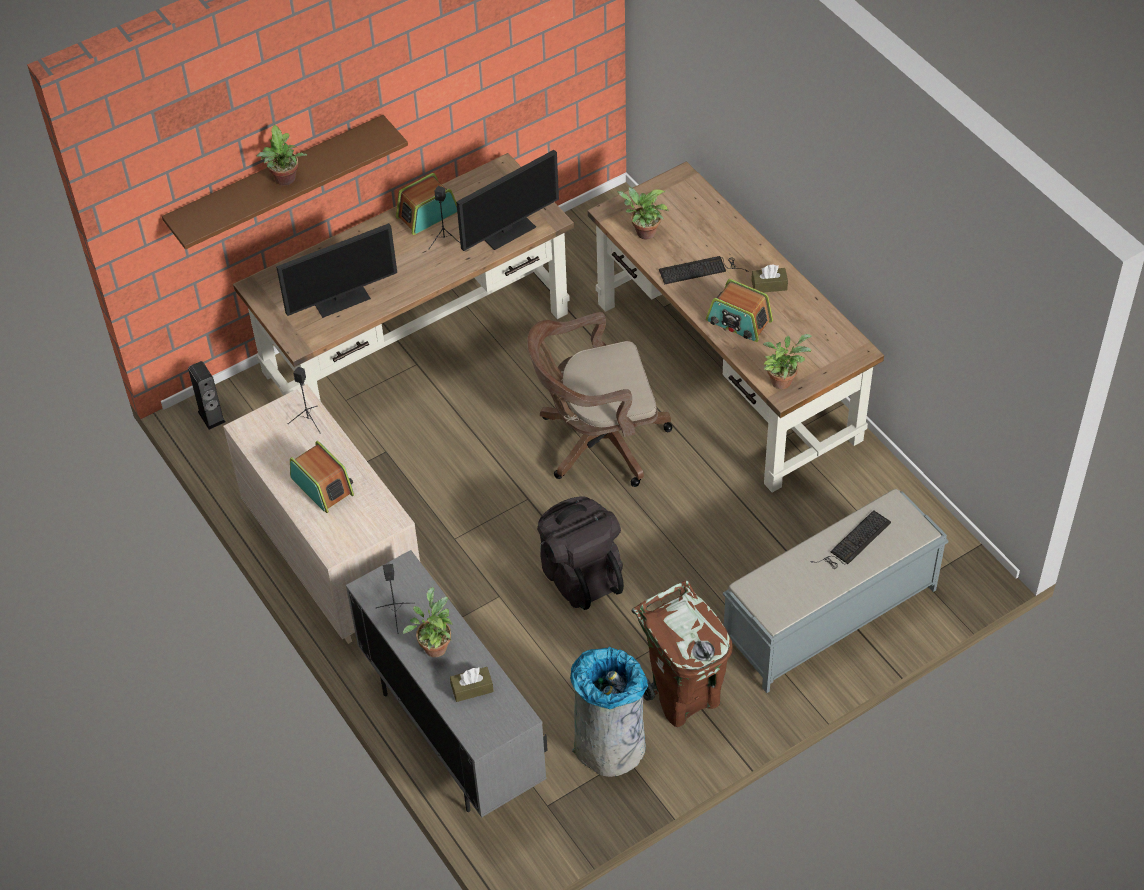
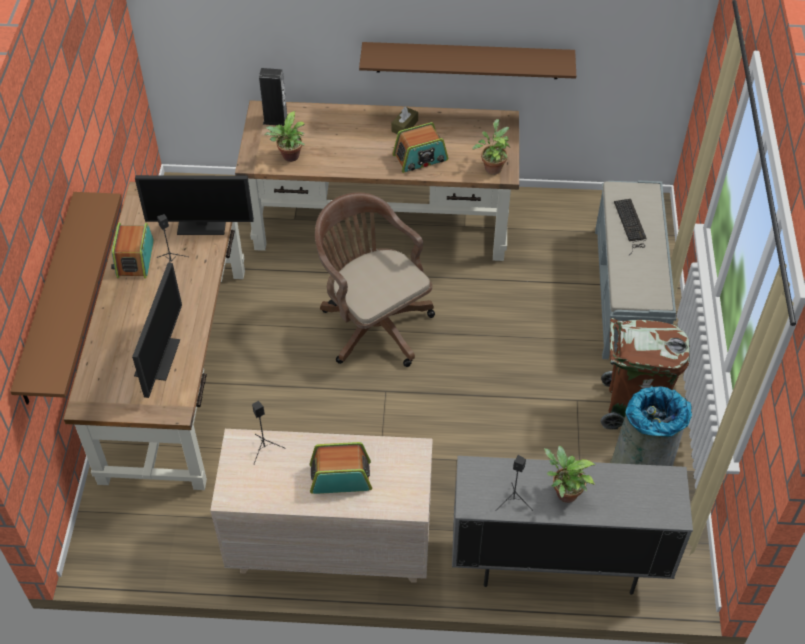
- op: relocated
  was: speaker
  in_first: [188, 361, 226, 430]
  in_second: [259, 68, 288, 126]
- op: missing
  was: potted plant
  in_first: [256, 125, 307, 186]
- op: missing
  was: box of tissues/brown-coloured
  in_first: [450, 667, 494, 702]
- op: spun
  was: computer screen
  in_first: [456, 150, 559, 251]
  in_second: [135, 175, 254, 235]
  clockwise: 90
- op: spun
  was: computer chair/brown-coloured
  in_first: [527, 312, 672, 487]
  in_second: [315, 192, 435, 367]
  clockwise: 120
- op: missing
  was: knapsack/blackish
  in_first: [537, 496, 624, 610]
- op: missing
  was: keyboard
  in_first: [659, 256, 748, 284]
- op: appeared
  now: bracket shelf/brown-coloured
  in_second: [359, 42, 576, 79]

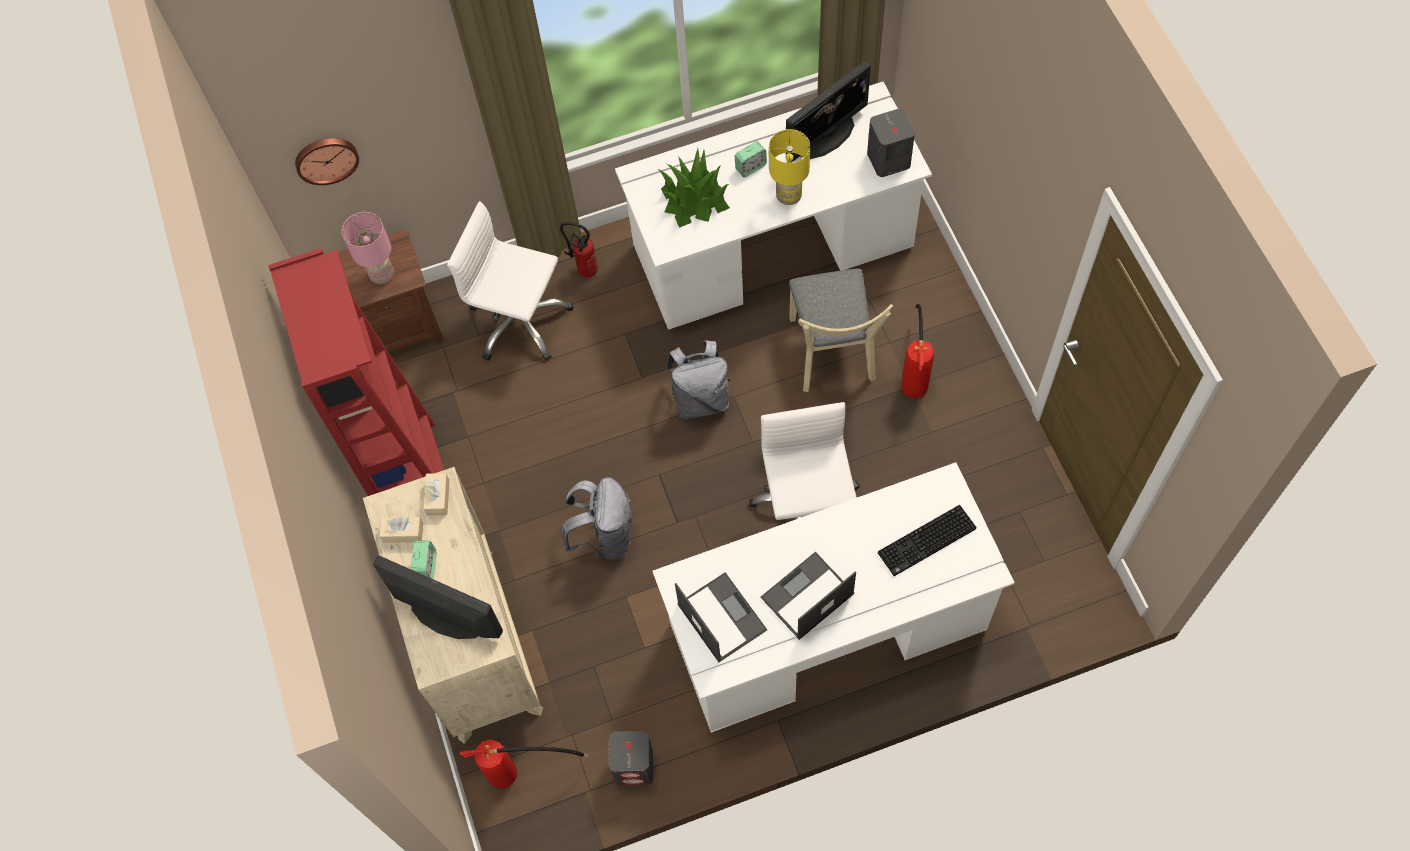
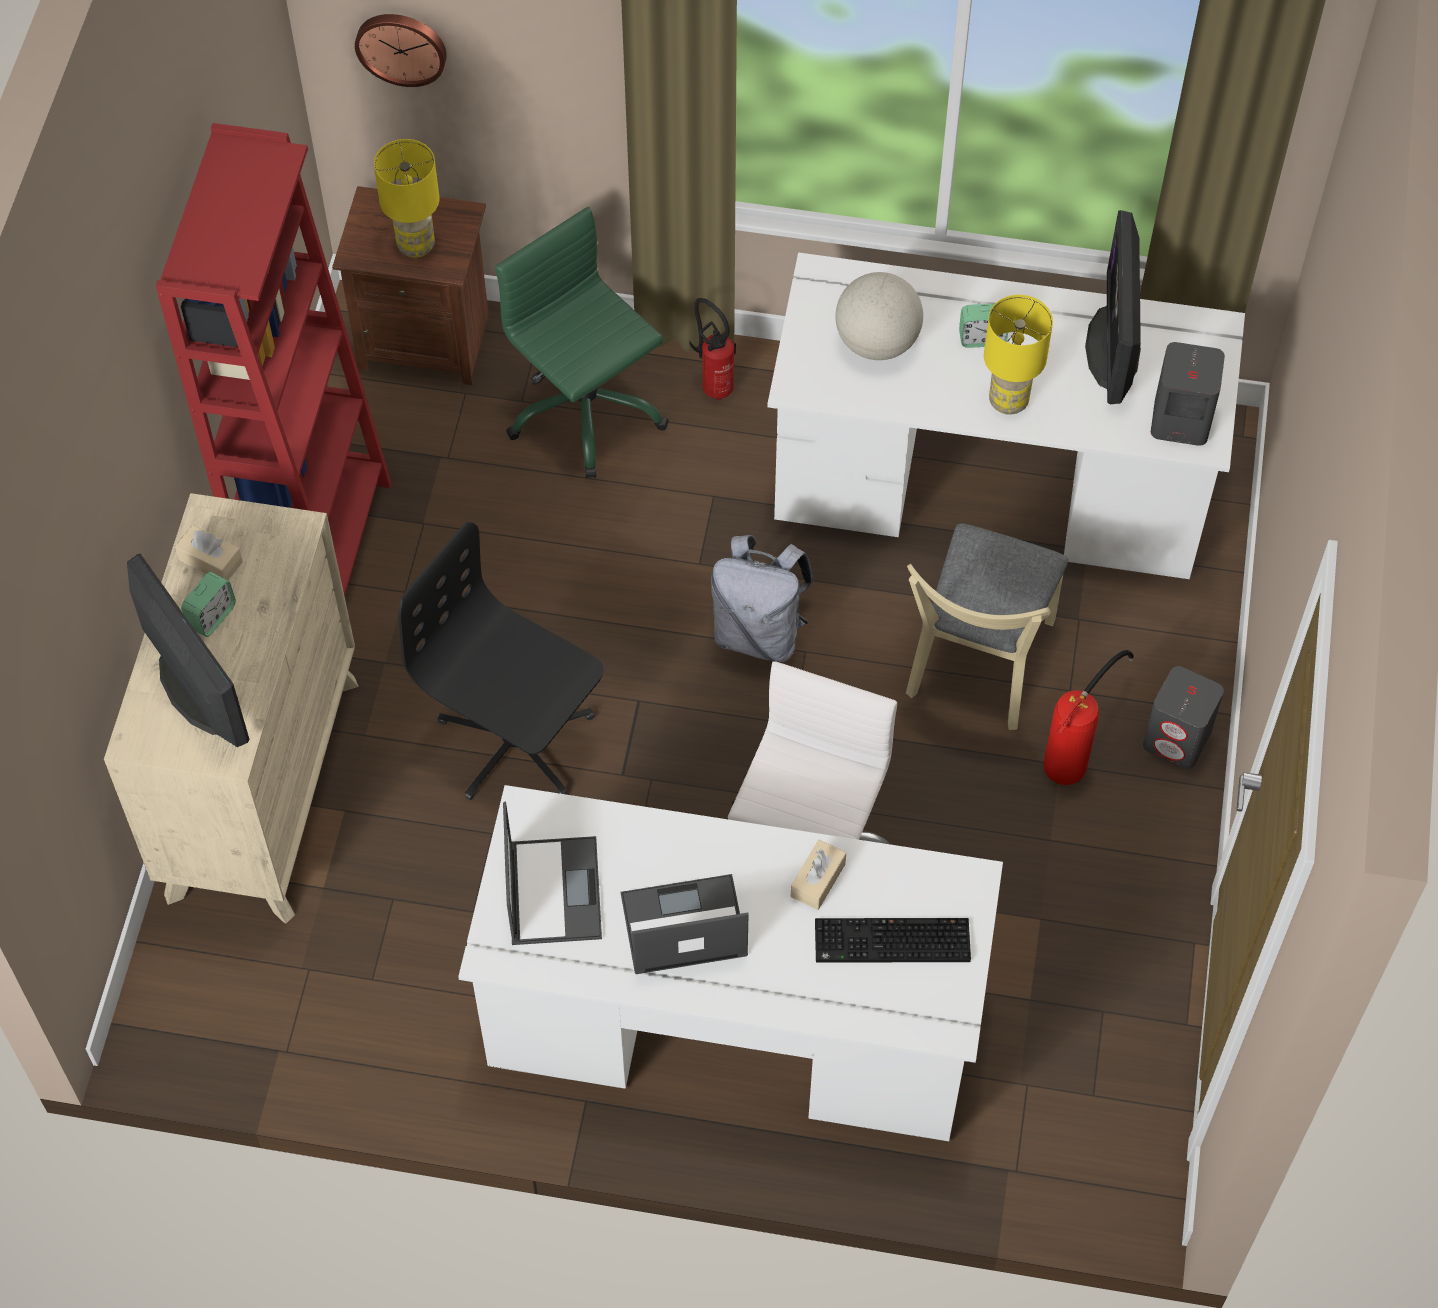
- op: colour
  was: lamp for a table/pinkish
  now: lamp for a table/yellow-coloured
  in_first: [342, 212, 394, 284]
  in_second: [374, 139, 440, 258]
- op: relocated
  was: box of tissues/beige
  in_first: [424, 473, 449, 516]
  in_second: [791, 839, 846, 910]
- op: colour
  was: computer chair/white-coloured
  now: computer chair/green-coloured
  in_first: [447, 201, 574, 361]
  in_second: [495, 207, 669, 478]
- op: missing
  was: extinguisher
  in_first: [460, 740, 588, 788]
- op: exchanged
  was: knapsack/gray
  now: computer chair/blackish
  in_first: [562, 477, 632, 560]
  in_second: [398, 522, 603, 800]
- op: relocated
  was: speaker/gray
  in_first: [609, 731, 653, 785]
  in_second: [1143, 666, 1224, 769]
- op: exchanged
  was: potted plant
  now: desk globe
  in_first: [658, 149, 730, 228]
  in_second: [835, 272, 923, 360]
- op: spun
  was: computer screen
  in_first: [786, 61, 871, 162]
  in_second: [1085, 210, 1141, 404]
  clockwise: 105

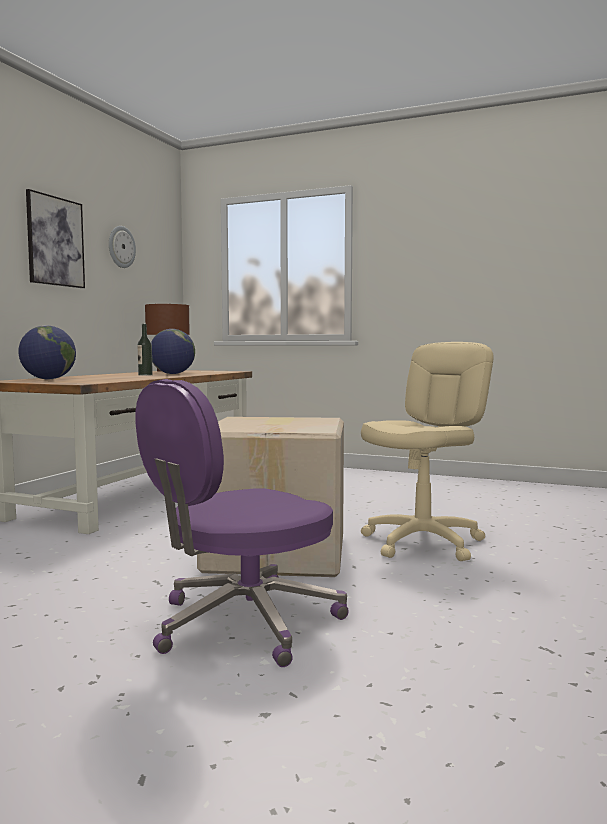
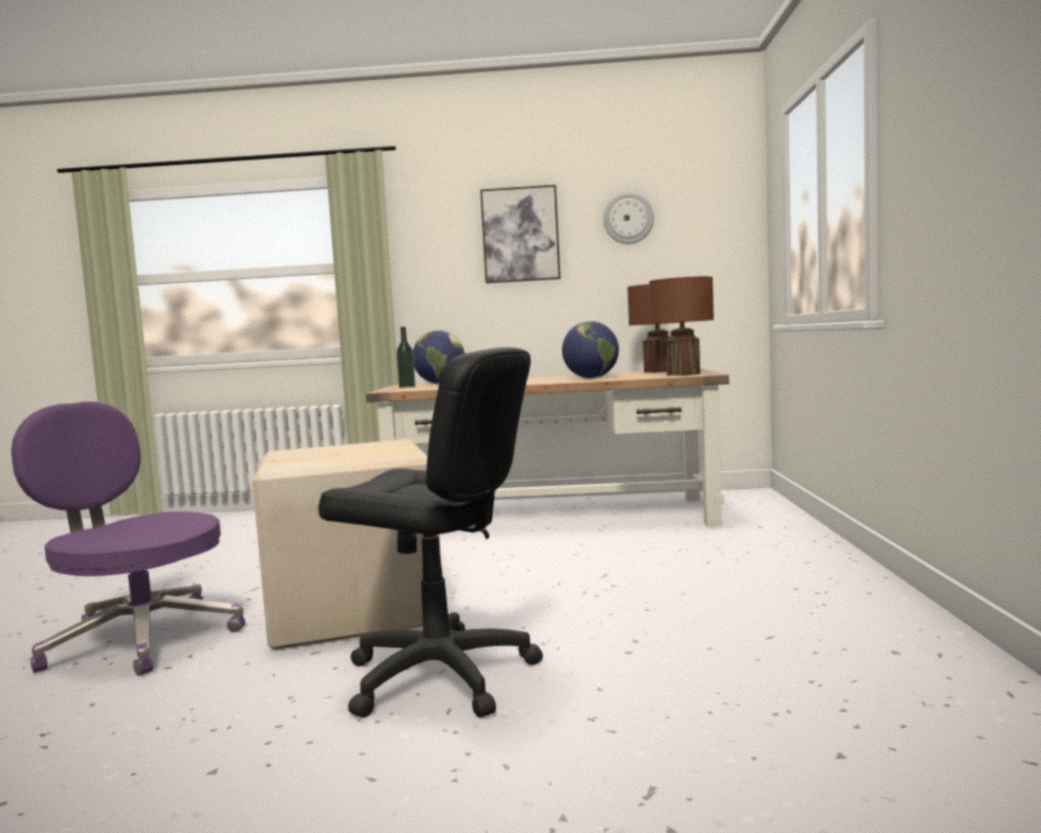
- op: relocated
  was: bottle
  in_first: [138, 324, 153, 376]
  in_second: [396, 327, 416, 388]
- op: colour
  was: computer chair/beige
  now: computer chair/blackish
  in_first: [361, 342, 494, 561]
  in_second: [318, 347, 543, 717]
- op: appeared
  now: lamp for a table/brown-coloured
  in_second: [649, 276, 714, 376]

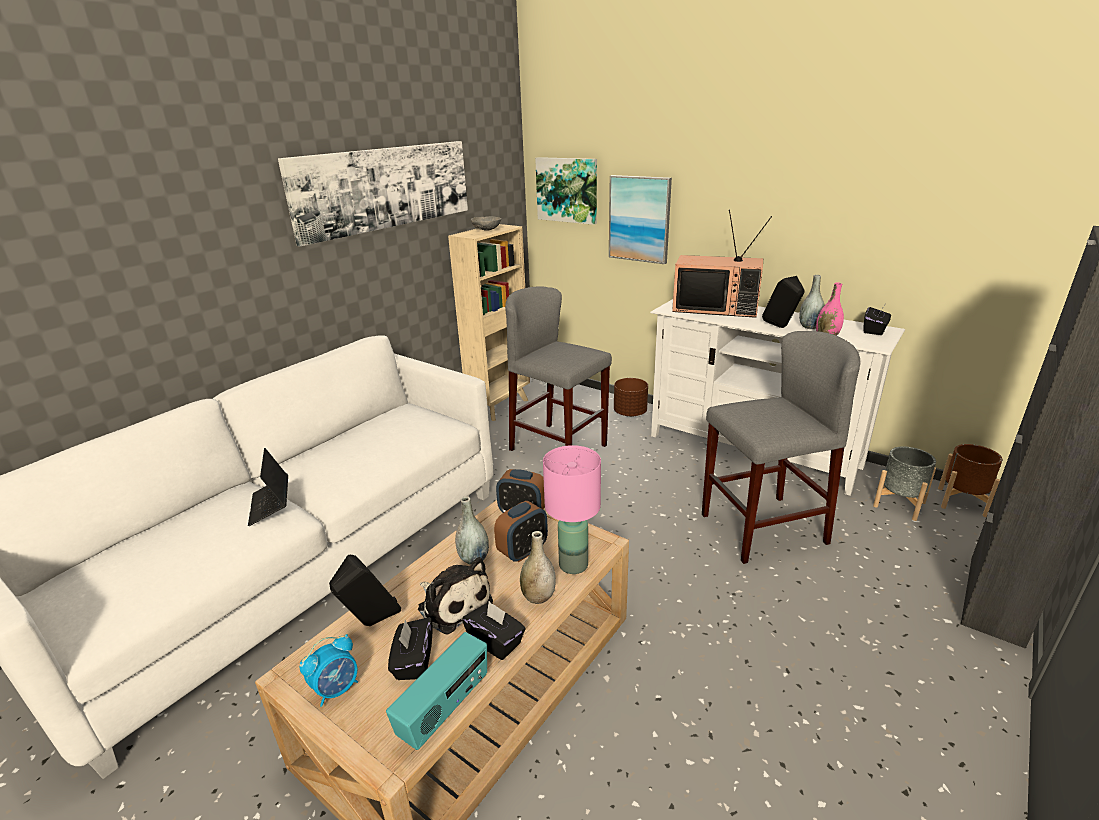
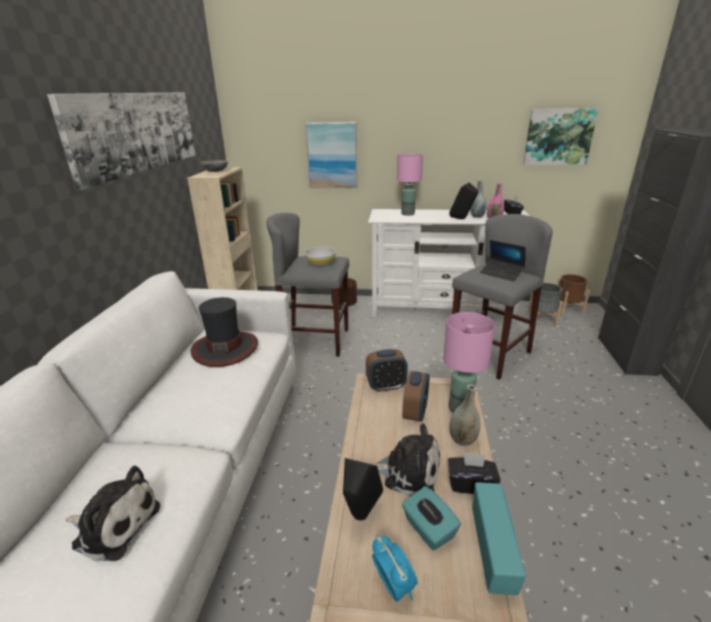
- op: relocated
  was: notebook computer
  in_first: [248, 448, 288, 526]
  in_second: [480, 240, 526, 281]
- op: spun
  was: table clock
  in_first: [300, 634, 358, 707]
  in_second: [372, 535, 418, 602]
  clockwise: -45
- op: colour
  was: box of tissues/blackish
  now: box of tissues/blue-green
  in_first: [388, 617, 433, 680]
  in_second: [402, 486, 461, 550]
- op: missing
  was: decorative vase/gray
  in_first: [455, 496, 489, 565]
- op: relocated
  was: wall picture
  in_first: [535, 157, 597, 225]
  in_second: [523, 108, 599, 165]
- op: exchanged
  was: TV
  now: lamp for a table/pinkish
  in_first: [672, 209, 772, 318]
  in_second: [397, 154, 423, 216]
- op: appeared
  now: plush toy
  in_second: [66, 466, 160, 561]
- op: appeared
  now: wearable hat
  in_second: [191, 297, 258, 367]
- op: appeared
  now: bowl/white-coloured
  in_second: [304, 247, 336, 267]

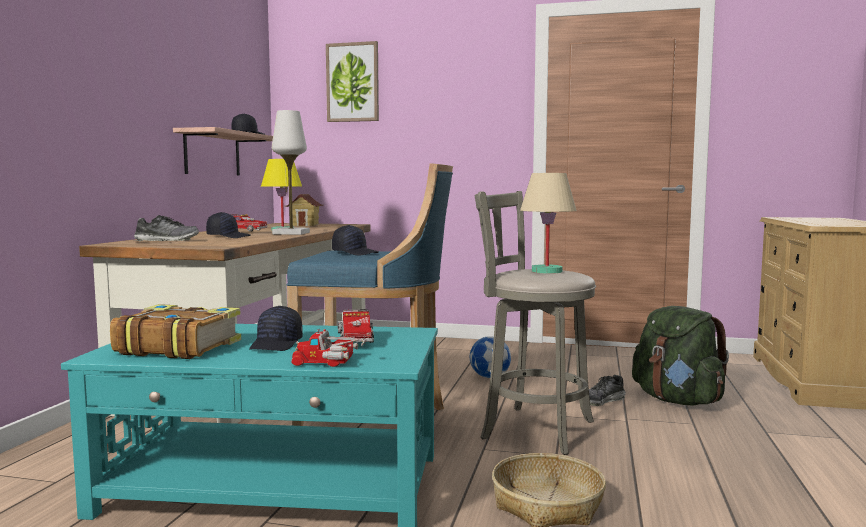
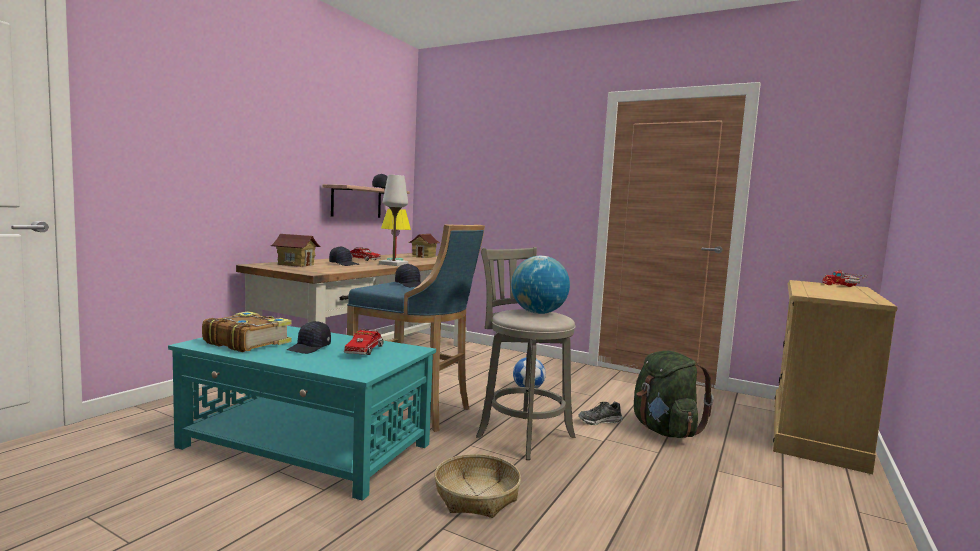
- op: exchanged
  was: item of footwear
  now: miniature house
  in_first: [134, 215, 199, 242]
  in_second: [270, 234, 321, 267]
- op: relocated
  was: toy truck
  in_first: [291, 328, 370, 367]
  in_second: [822, 269, 867, 287]
- op: missing
  was: wall picture
  in_first: [326, 41, 379, 122]
- op: exchanged
  was: lamp for a table/beige
  now: desk globe
  in_first: [520, 173, 577, 274]
  in_second: [511, 256, 570, 314]

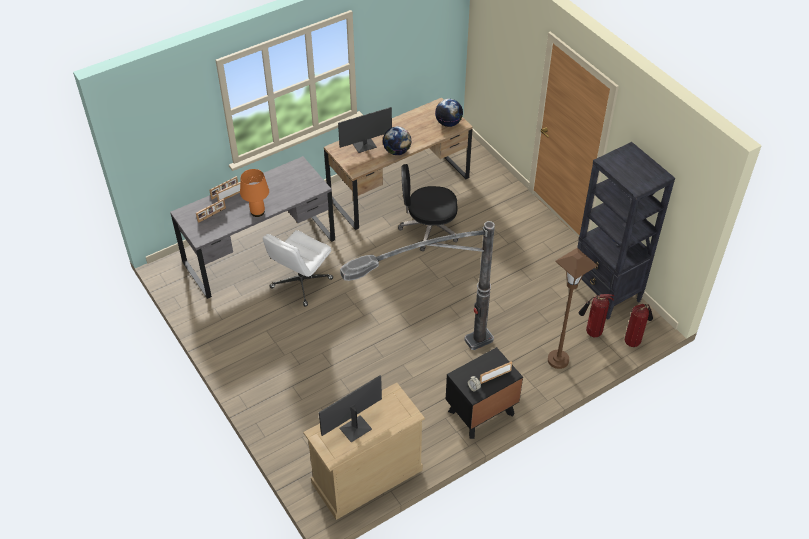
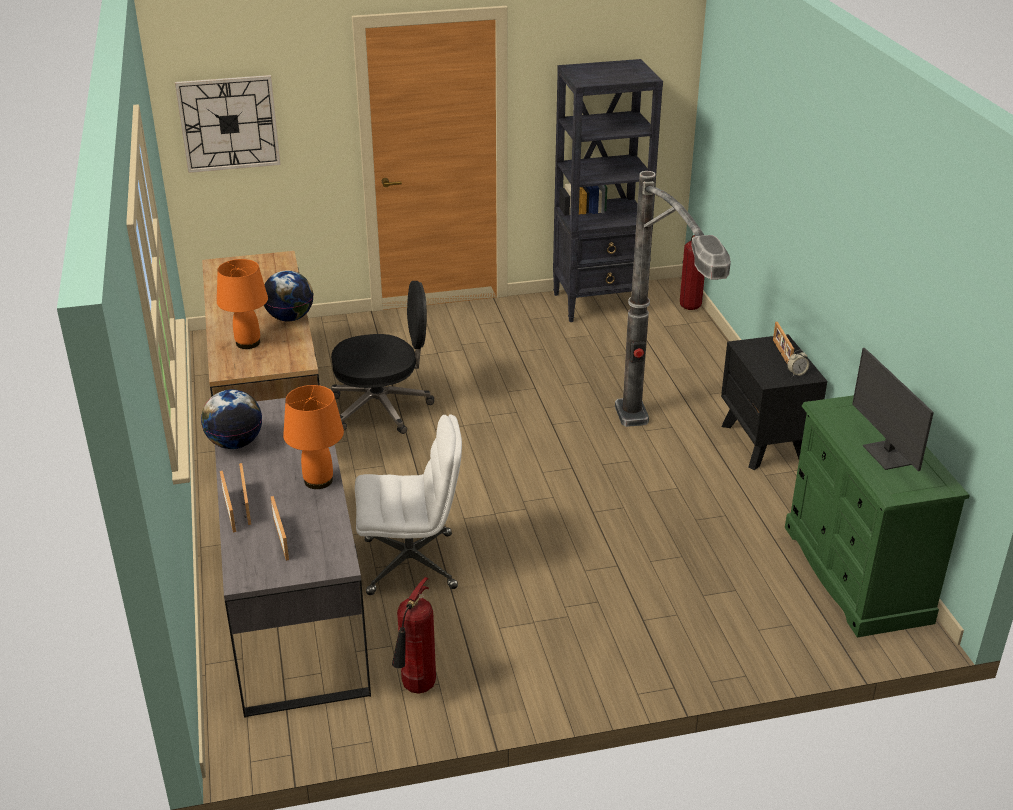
- op: spun
  was: computer chair/white-coloured
  in_first: [263, 230, 333, 307]
  in_second: [355, 414, 462, 595]
  clockwise: -60
- op: colour
  was: dresser/beige
  now: dresser/green-coloured
  in_first: [303, 383, 425, 520]
  in_second: [785, 395, 970, 637]
- op: exchanged
  was: computer screen
  now: lamp for a table/orange-coloured
  in_first: [338, 107, 392, 153]
  in_second: [217, 259, 268, 349]
- op: spun
  was: computer chair/blackish
  in_first: [398, 164, 458, 251]
  in_second: [331, 281, 434, 434]
  clockwise: -120
- op: relocated
  was: desk globe
  in_first: [435, 99, 463, 127]
  in_second: [201, 389, 262, 449]
- op: missing
  was: standing lamp/brown-coloured
  in_first: [548, 248, 598, 369]
- op: relocated
  was: extinguisher
  in_first: [579, 294, 614, 338]
  in_second: [392, 577, 436, 694]
- op: appeared
  now: clock on the wall
  in_second: [175, 75, 281, 173]

